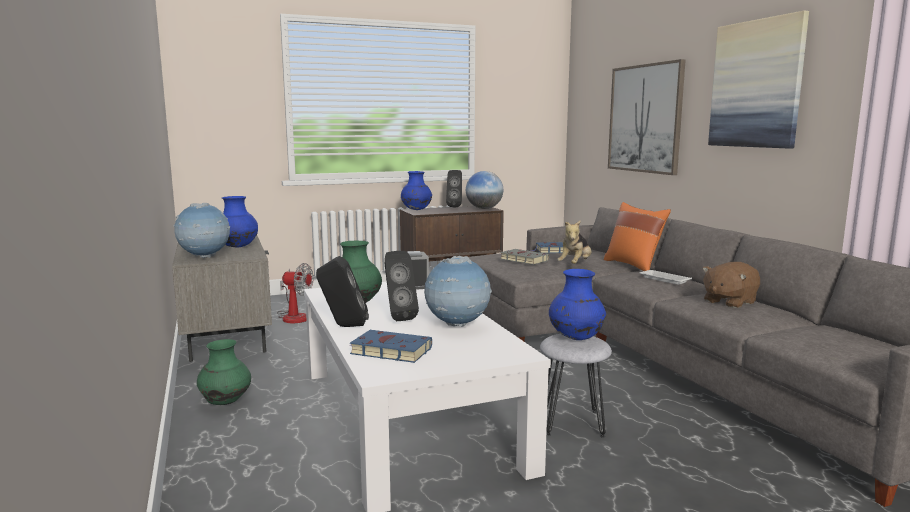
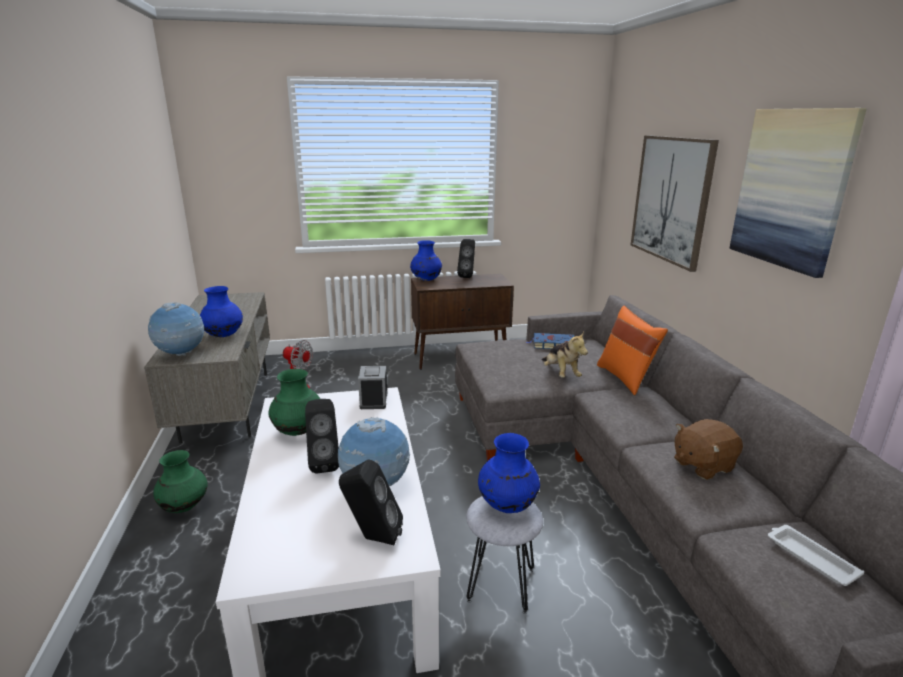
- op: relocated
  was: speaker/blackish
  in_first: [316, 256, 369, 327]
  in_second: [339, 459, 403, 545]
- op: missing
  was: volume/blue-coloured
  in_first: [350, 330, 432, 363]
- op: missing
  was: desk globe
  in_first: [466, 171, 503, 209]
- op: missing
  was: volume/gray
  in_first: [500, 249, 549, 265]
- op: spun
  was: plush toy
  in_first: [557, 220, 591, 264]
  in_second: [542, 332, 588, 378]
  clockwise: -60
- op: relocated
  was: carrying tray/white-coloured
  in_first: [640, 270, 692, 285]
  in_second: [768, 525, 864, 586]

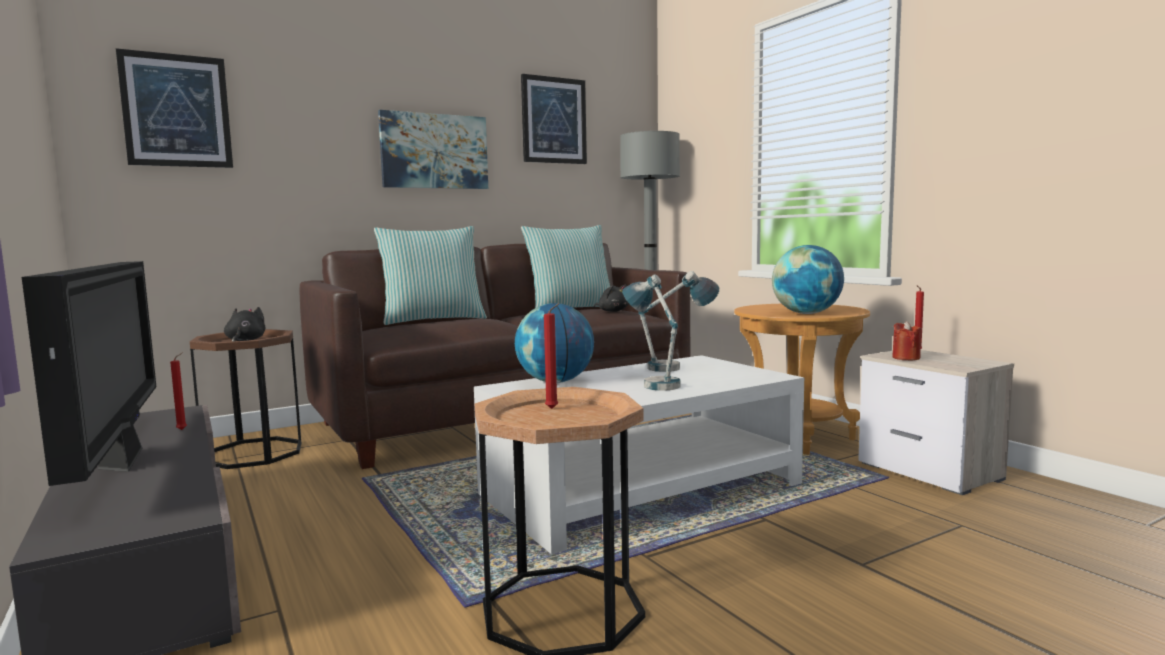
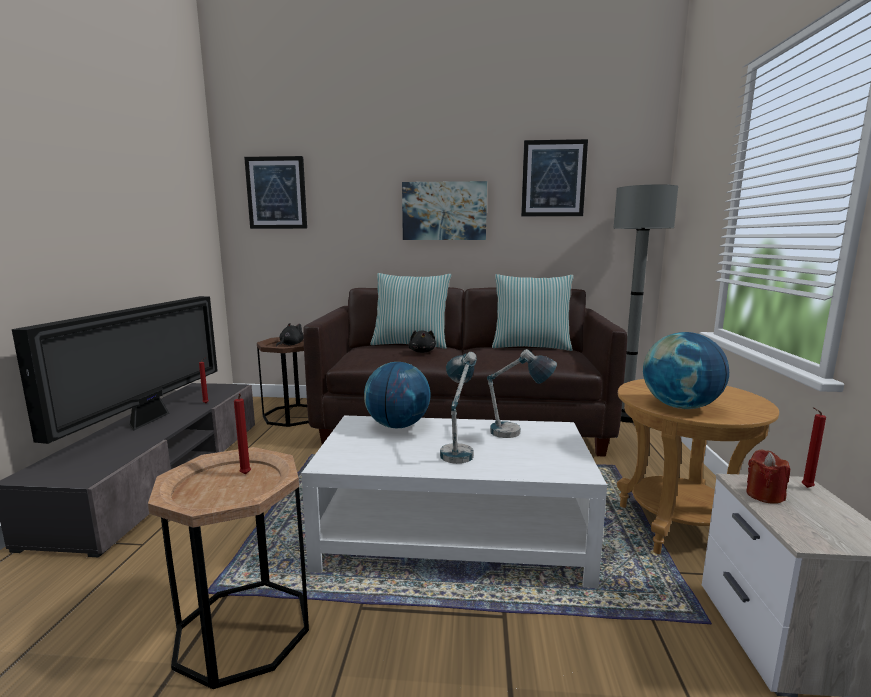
- op: relocated
  was: plush toy/blackish
  in_first: [594, 284, 629, 312]
  in_second: [408, 330, 436, 353]

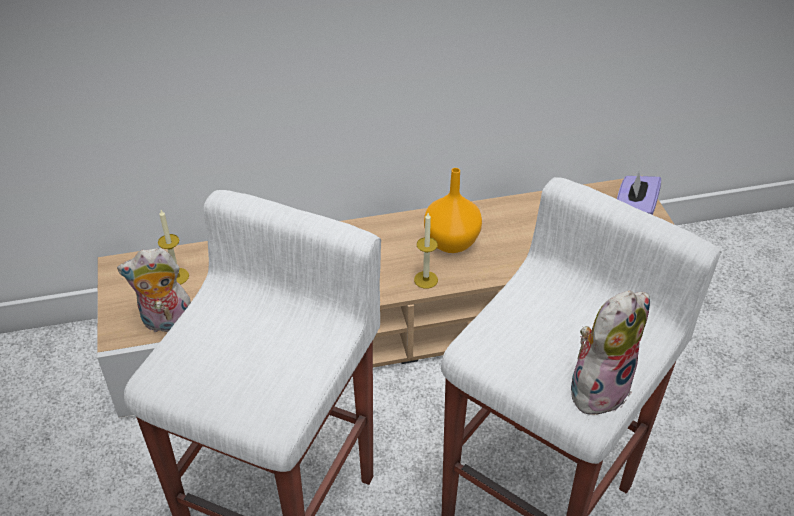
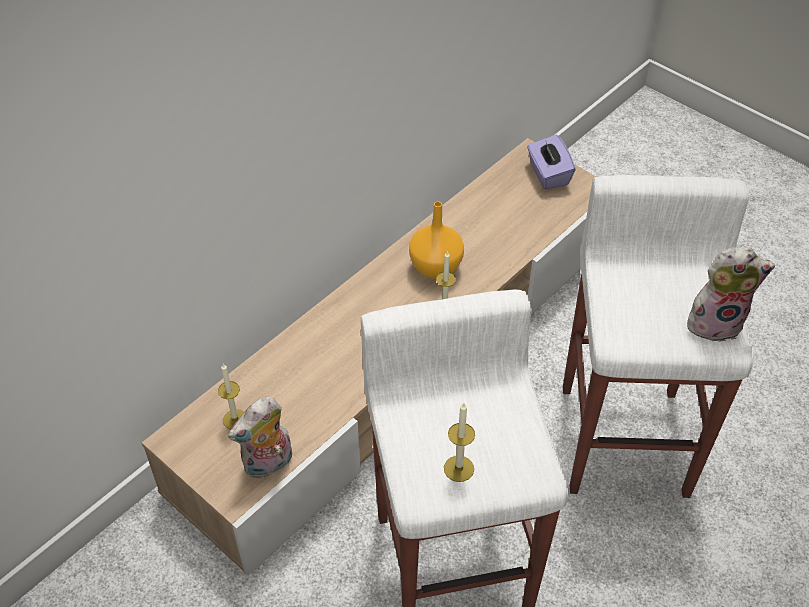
- op: spun
  was: plush toy
  in_first: [571, 290, 650, 415]
  in_second: [687, 247, 775, 342]
  clockwise: 75
- op: appeared
  now: candle
  in_second: [444, 403, 475, 482]

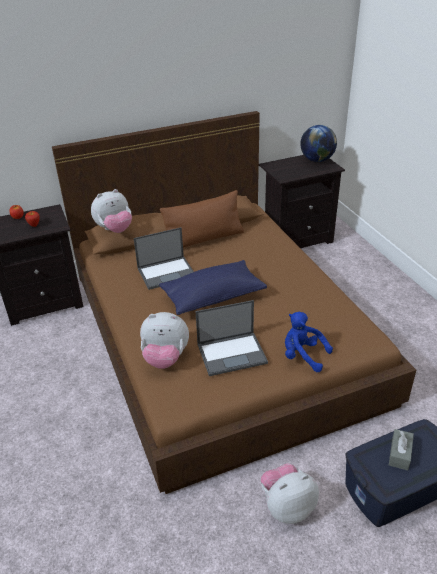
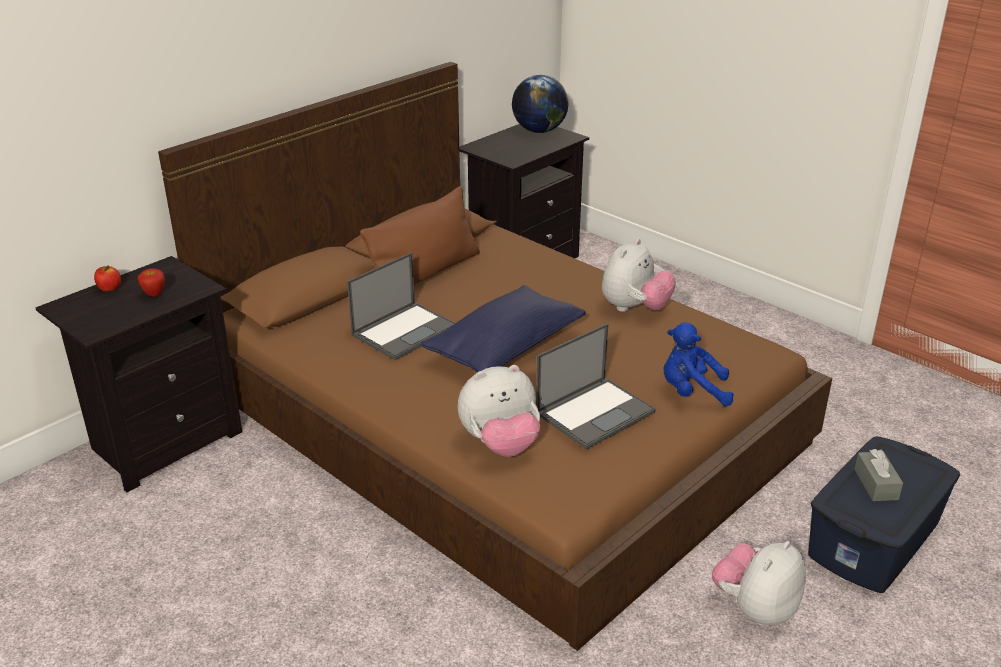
- op: relocated
  was: plush toy
  in_first: [91, 189, 132, 233]
  in_second: [602, 239, 676, 312]

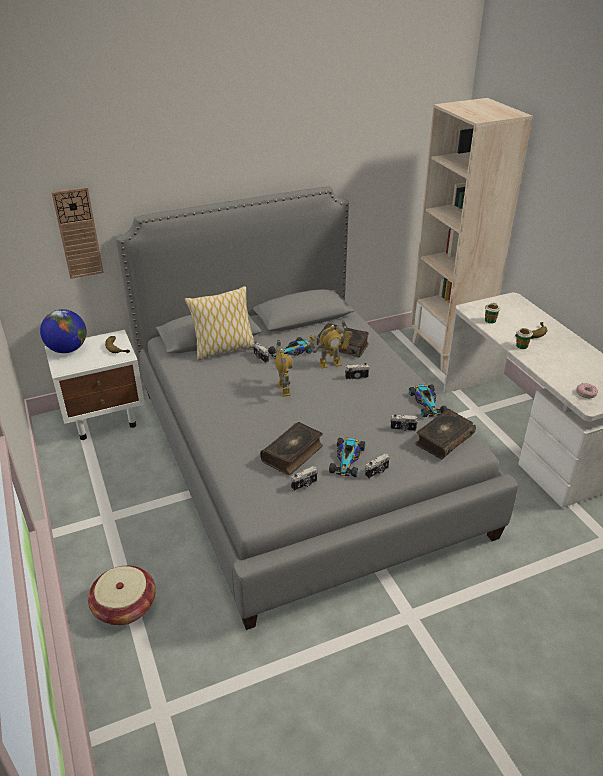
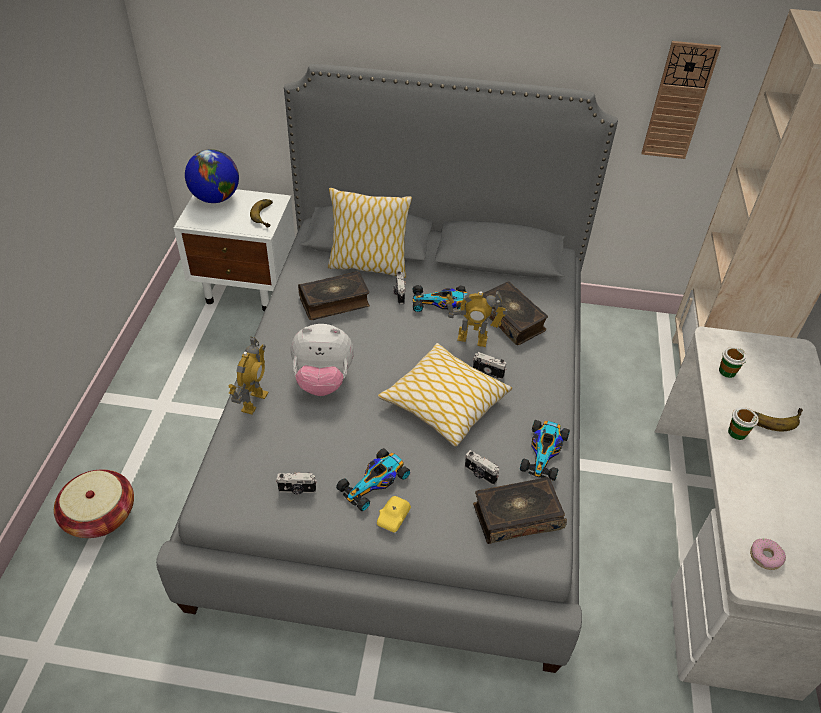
- op: relocated
  was: clock on the wall
  in_first: [51, 187, 104, 279]
  in_second: [641, 41, 721, 159]
- op: relocated
  was: volume
  in_first: [260, 422, 323, 475]
  in_second: [298, 272, 370, 320]
- op: relocated
  was: robot figure
  in_first: [275, 340, 293, 397]
  in_second: [229, 337, 269, 415]
- op: exchanged
  was: photo camera
  now: miniature car/yellow-coloured
  in_first: [365, 454, 389, 479]
  in_second: [377, 496, 411, 534]
- op: appeared
  now: plush toy
  in_second: [291, 324, 354, 396]
- op: appeared
  now: pillow
  in_second: [378, 343, 512, 446]

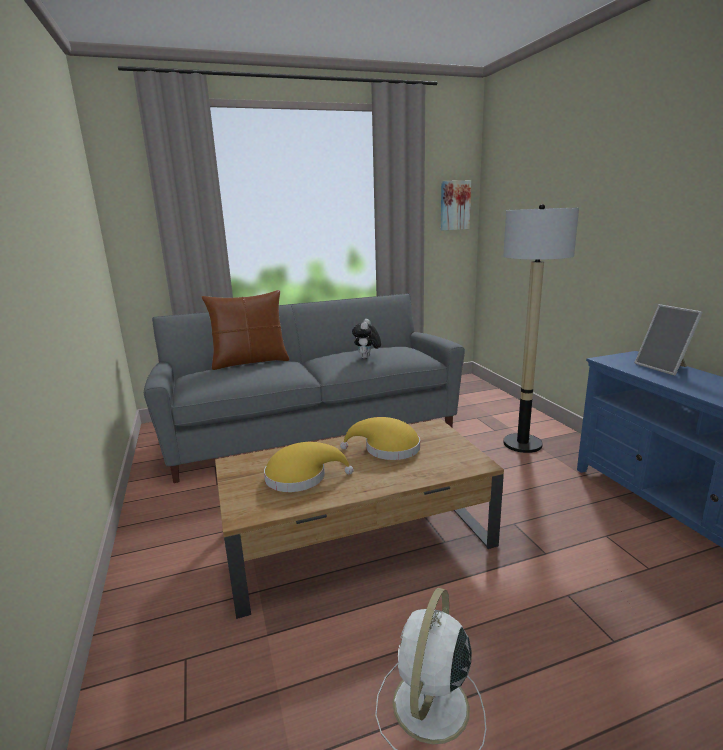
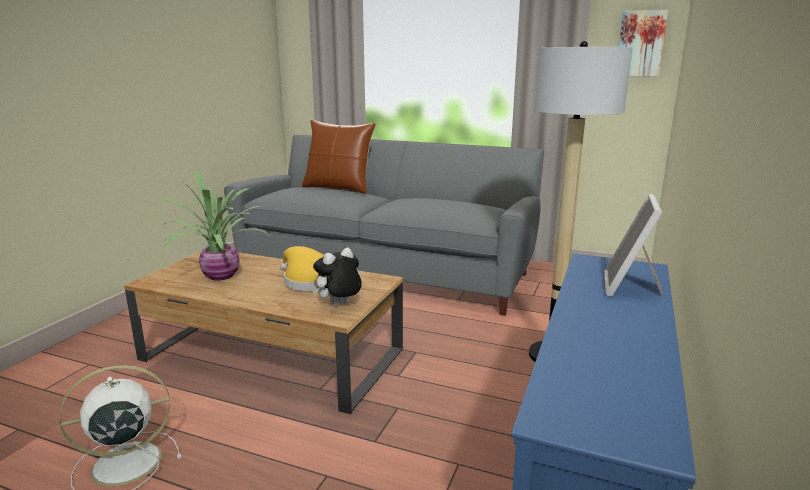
- op: exchanged
  was: wearable hat/yellow-coloured
  now: potted plant
  in_first: [264, 442, 354, 492]
  in_second: [157, 171, 269, 281]
- op: relocated
  was: plush toy
  in_first: [352, 319, 381, 359]
  in_second: [312, 248, 362, 306]

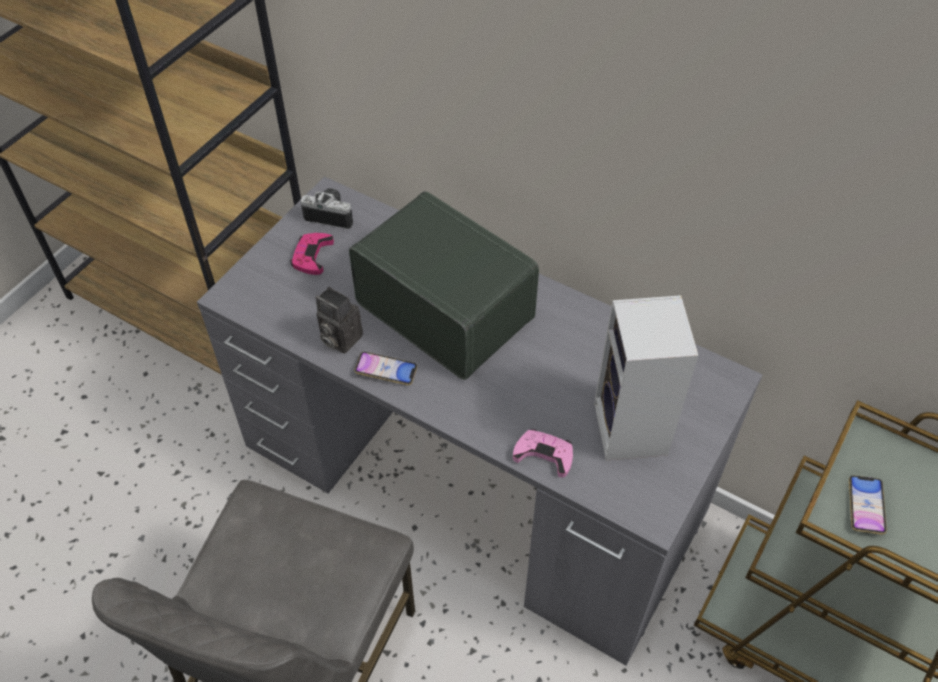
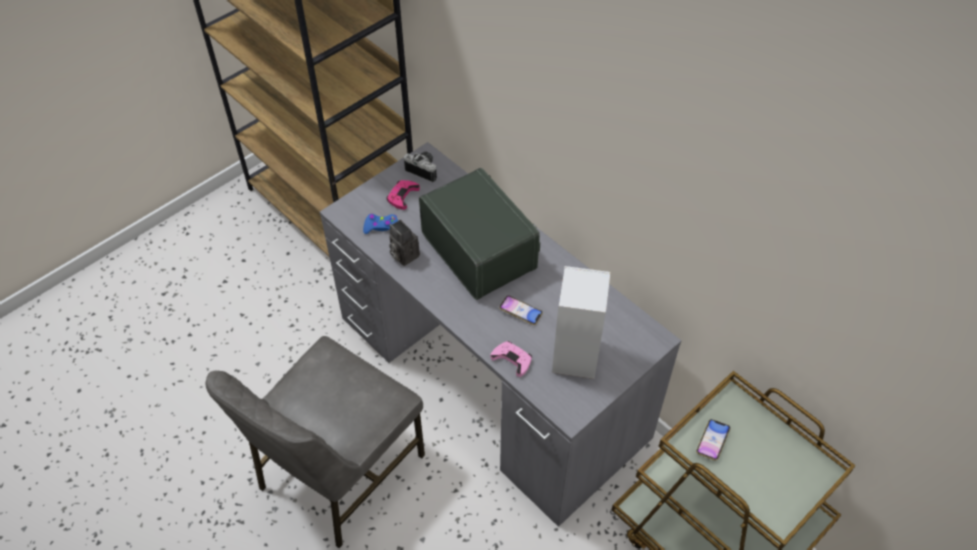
- op: relocated
  was: phone
  in_first: [354, 352, 417, 385]
  in_second: [499, 295, 543, 325]
- op: appeared
  now: game controller/blue-coloured
  in_second: [363, 214, 398, 234]

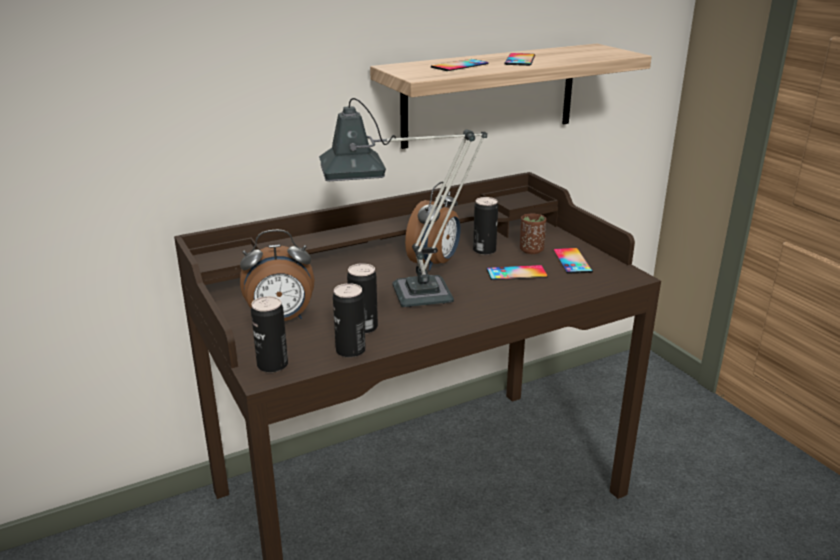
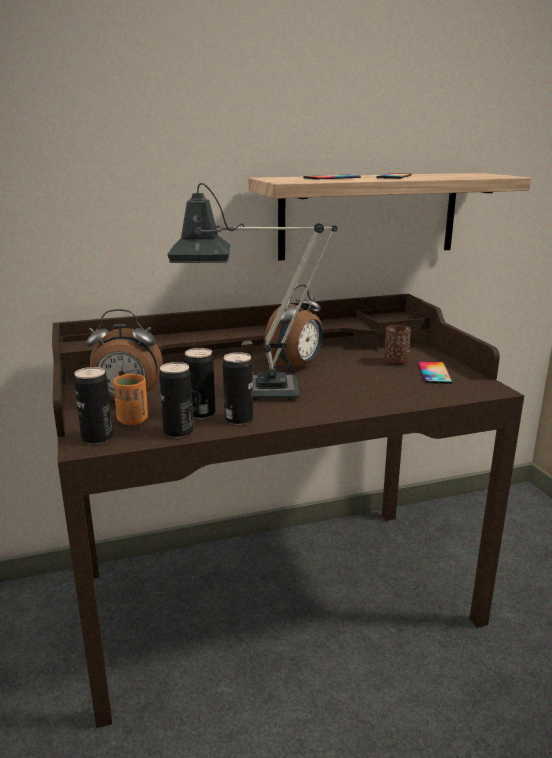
- op: relocated
  was: metal can
  in_first: [473, 197, 498, 255]
  in_second: [223, 352, 253, 425]
- op: missing
  was: phone
  in_first: [487, 265, 548, 280]
- op: appeared
  now: small cup/orange-coloured
  in_second: [113, 374, 148, 425]

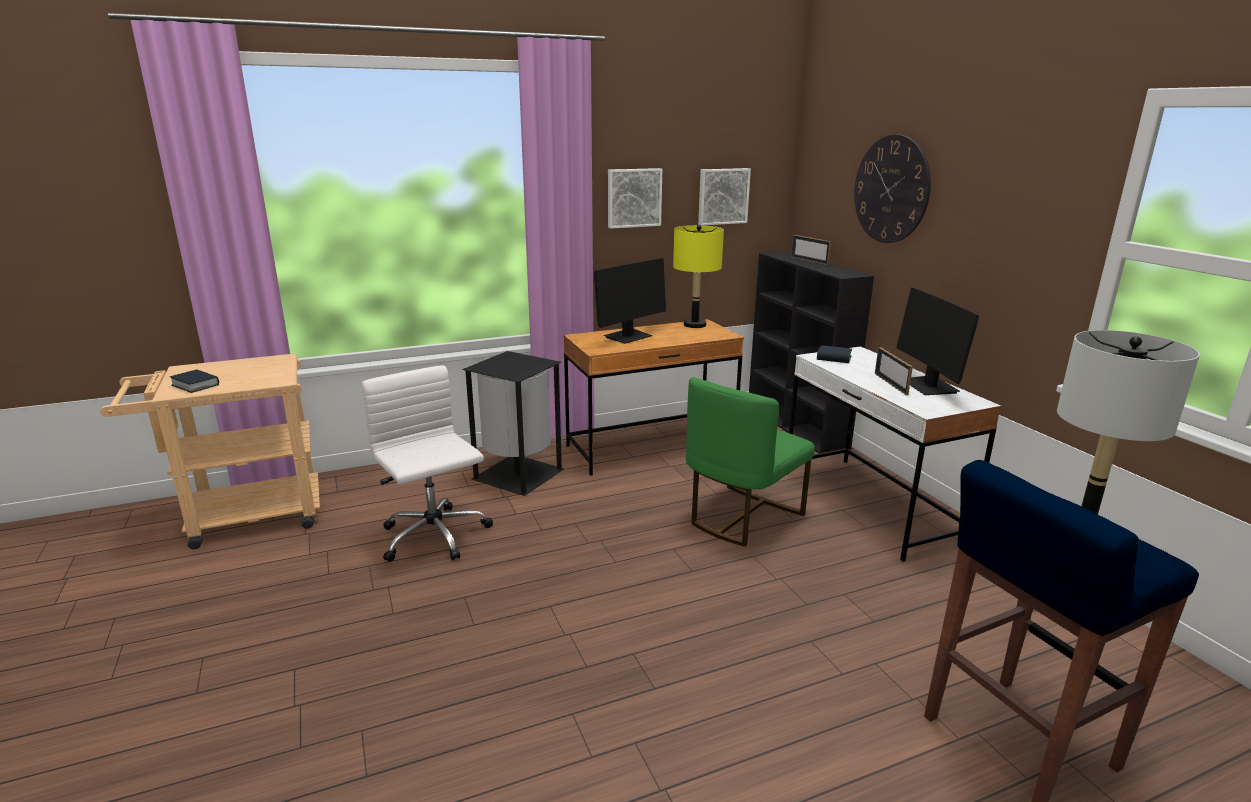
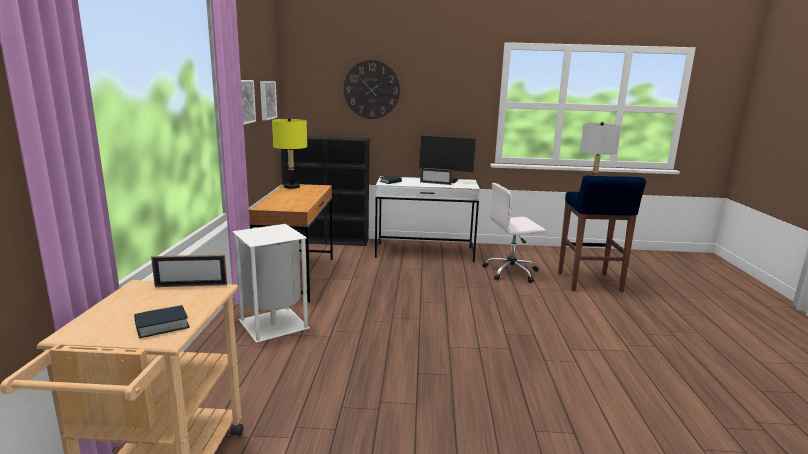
- op: relocated
  was: computer chair/white-coloured
  in_first: [362, 365, 493, 562]
  in_second: [483, 183, 546, 283]
- op: colour
  was: trash can/blackish
  now: trash can/white-coloured
  in_first: [462, 351, 564, 496]
  in_second: [232, 224, 310, 343]
- op: missing
  was: computer screen
  in_first: [594, 258, 666, 344]
- op: missing
  was: upright chair/green-coloured
  in_first: [686, 377, 815, 547]
- op: relocated
  was: standing frame
  in_first: [791, 235, 831, 265]
  in_second: [151, 255, 227, 287]

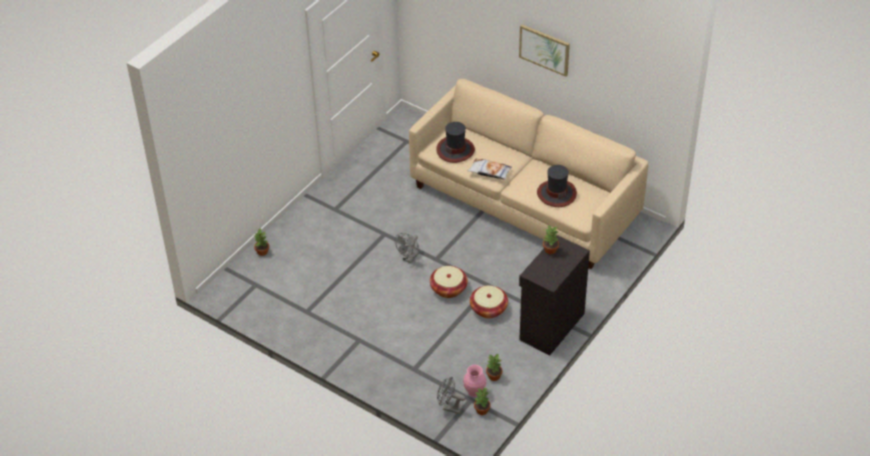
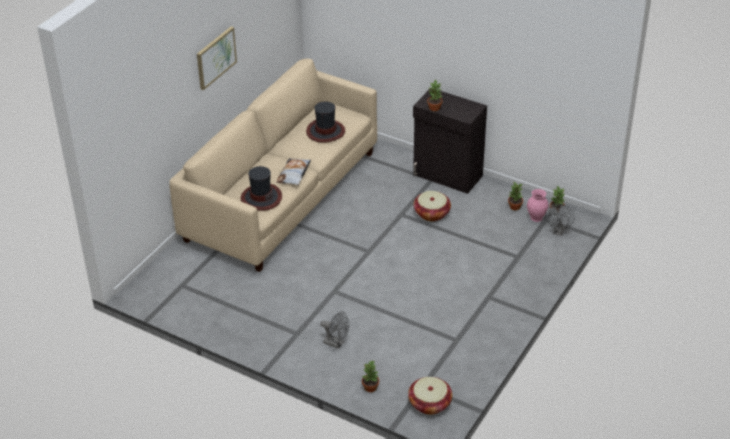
- op: relocated
  was: fan/gray
  in_first: [395, 233, 419, 263]
  in_second: [320, 311, 349, 349]
- op: relocated
  was: basket
  in_first: [430, 266, 468, 298]
  in_second: [408, 377, 452, 415]

